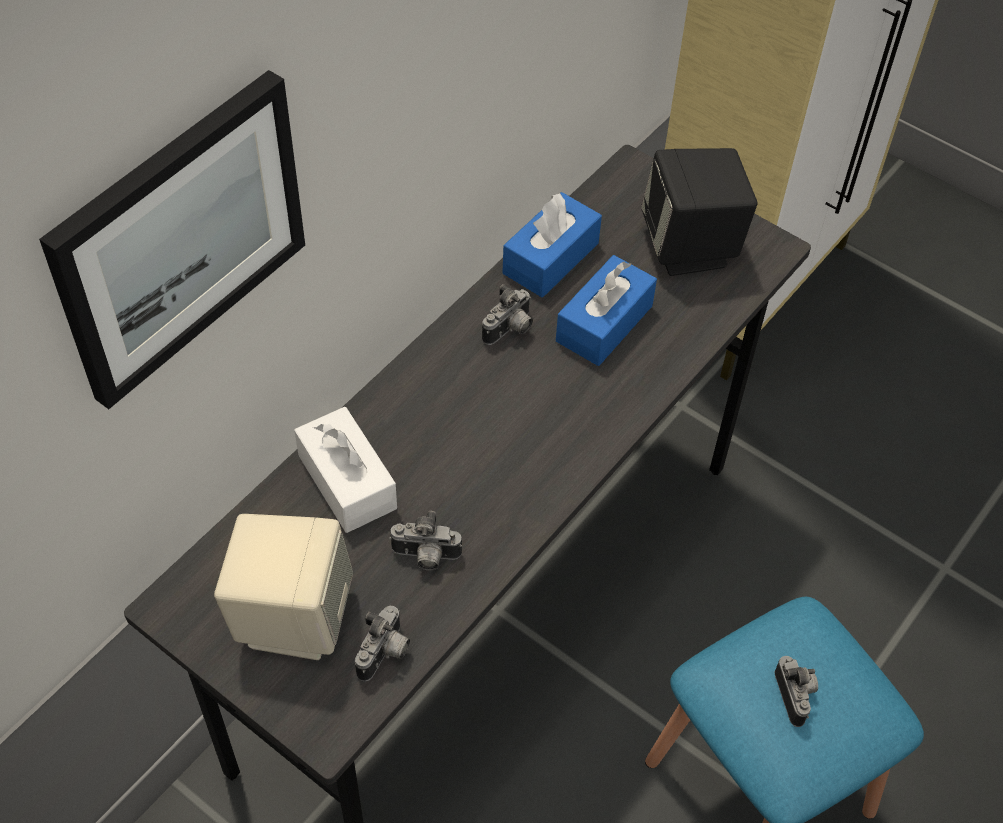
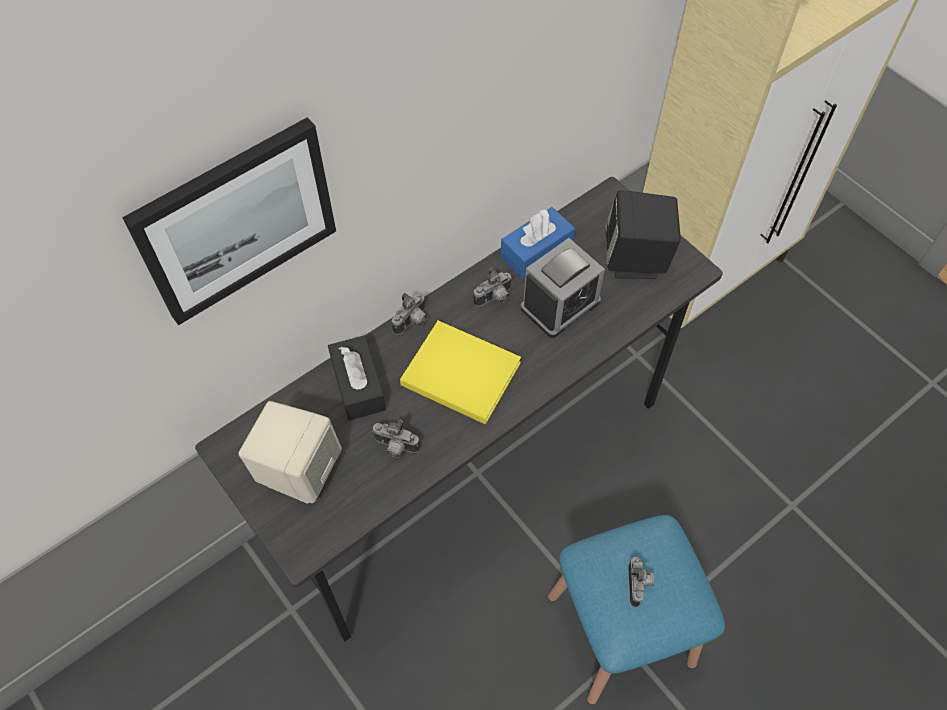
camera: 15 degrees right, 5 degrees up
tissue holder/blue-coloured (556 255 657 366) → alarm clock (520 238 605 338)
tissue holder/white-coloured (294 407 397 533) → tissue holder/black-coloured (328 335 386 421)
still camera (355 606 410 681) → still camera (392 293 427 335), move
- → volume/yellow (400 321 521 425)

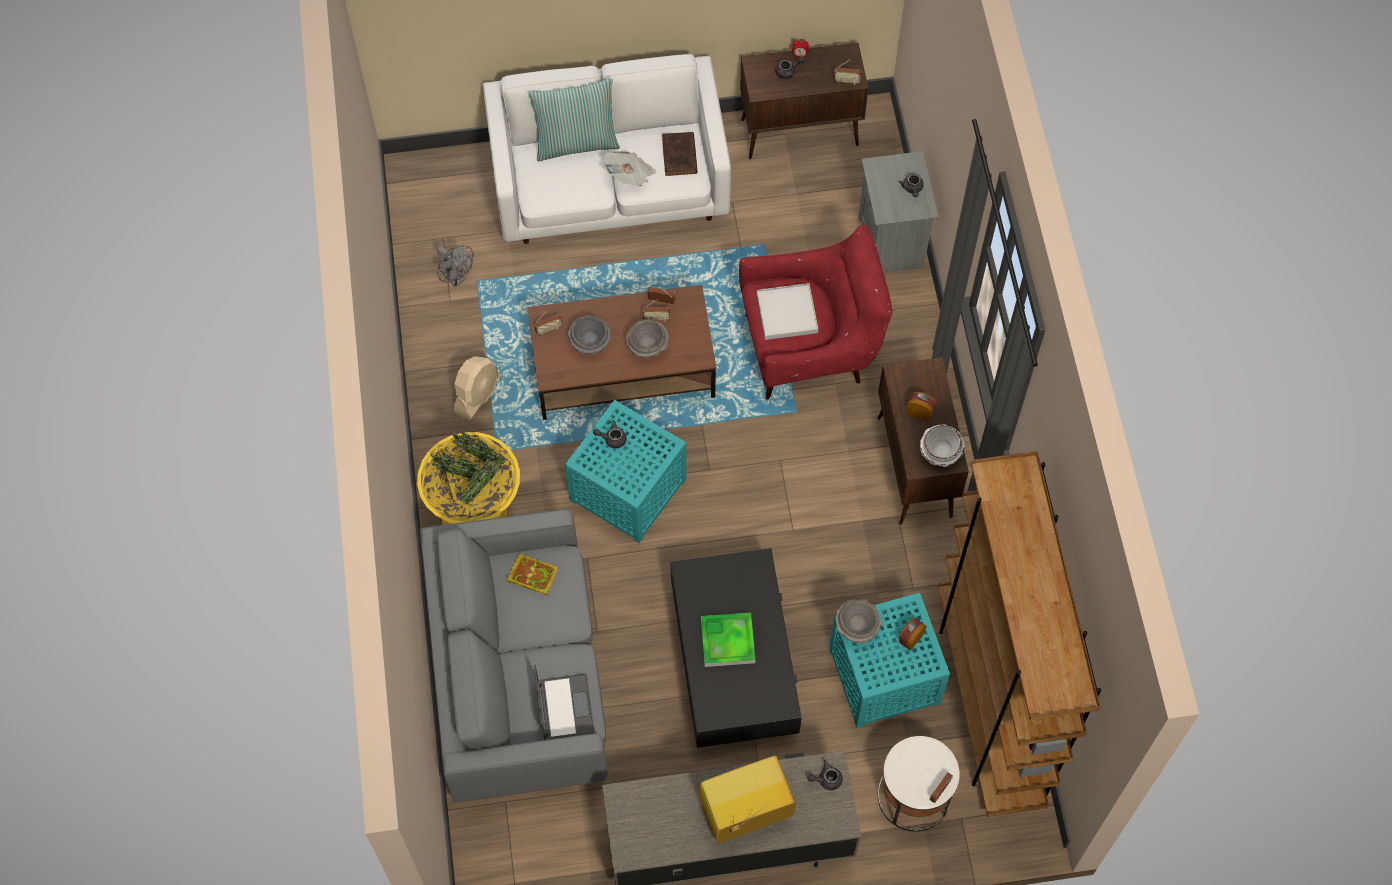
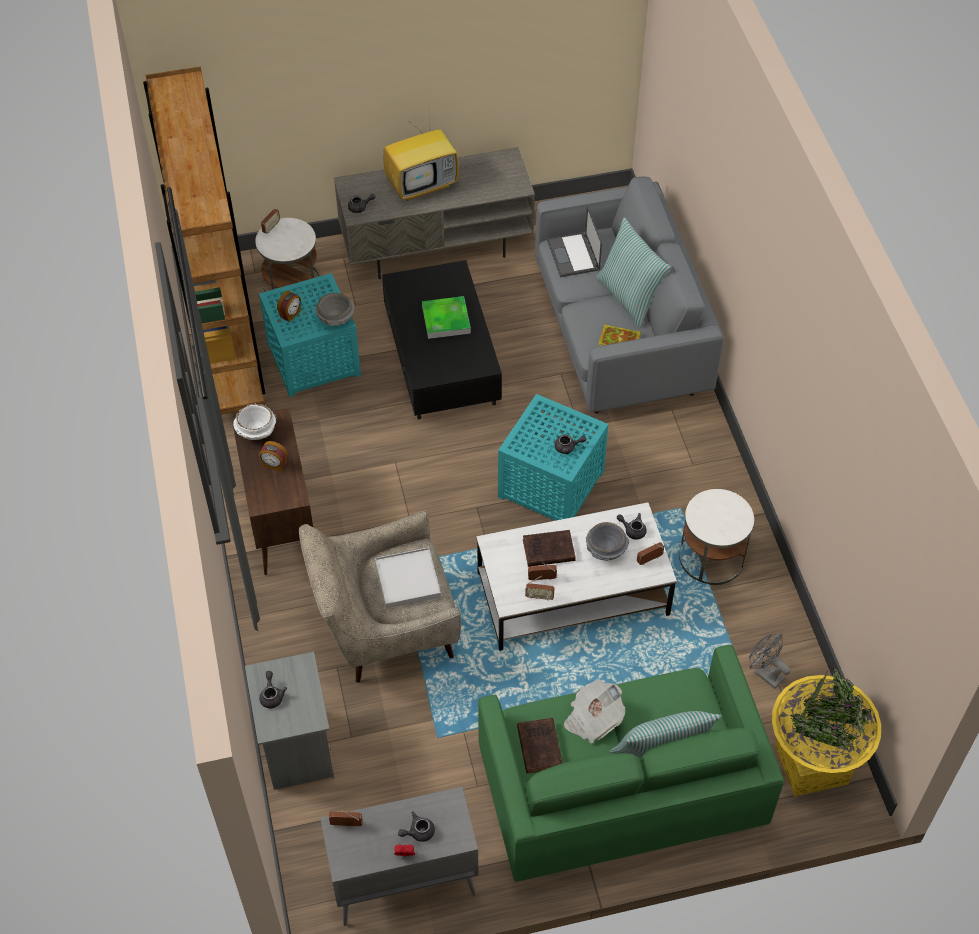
camera: 175 degrees right, 10 degrees down
cabinet/brown (740 43 869 159) → cabinet/grey (320 787 478 926)
settee/white-coloured (483 54 731 244) → settee/greenish (478 645 784 882)
armchair/red-coloured (739 225 893 400) → armchair/beige-coloured (299 511 461 683)
coffee table/brown (527 285 717 420) → coffee table/white-coloured (476 502 677 651)
serving bowl/grey (626 319 669 358) → volume/brown (523 530 576 567)
cooling fan/beige-coloured (454 356 501 421) → end table/white-coloured (679 489 754 585)
flower pot/yellow (417 432 520 525) → flower pot/yellow (772 668 881 797), move
- → throw pillow (596 217 671 328)
- → tea pot/grey (617 513 647 540)

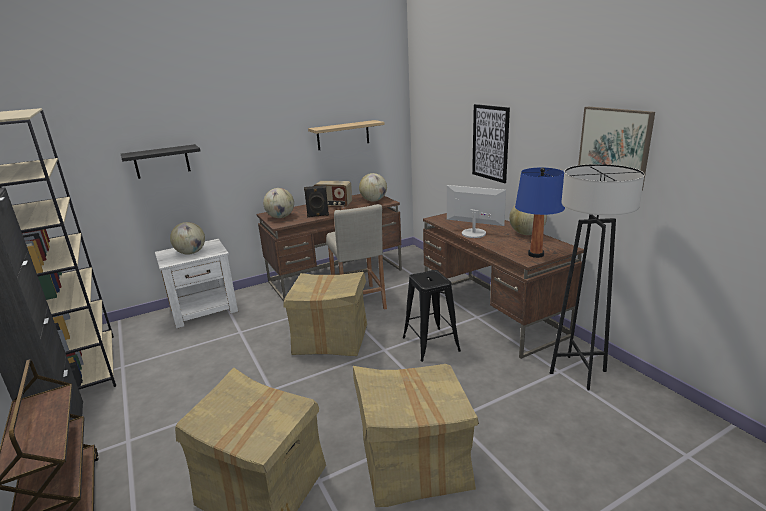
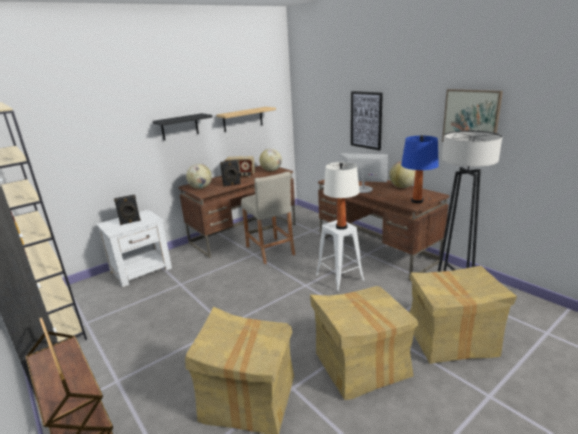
camera: 10 degrees left, 0 degrees up
bracket shelf/black-coloured (121 144 200 179) → bracket shelf/black-coloured (153 113 212 140), move
globe (170 222 205 254) → speaker/black-coloured (114 195 141 225)
stool/black-coloured (403 270 461 362) → stool/white-coloured (316 220 364 291)
packing box (283 272 367 356) → packing box (409 266 517 364), move
- → lamp for a table/white-coloured (323 162 360 230)

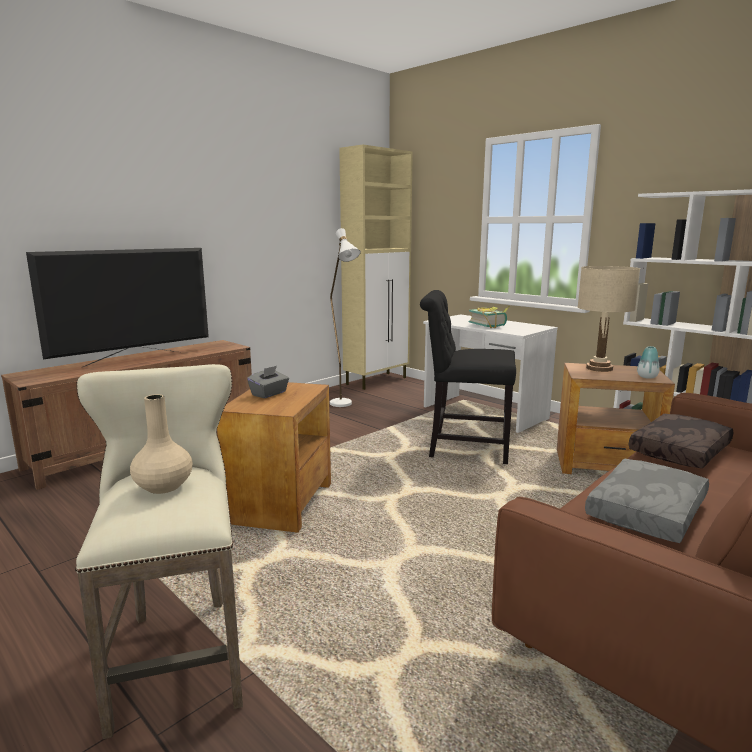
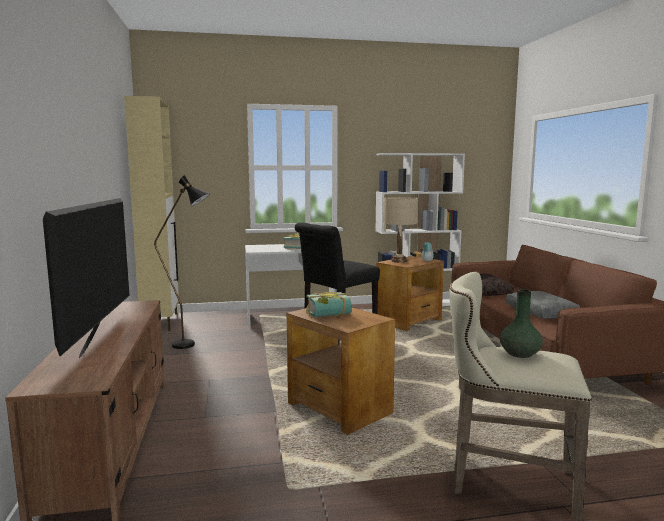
camera: 55 degrees left, 5 degrees down
floor lamp/white-coloured (330 228 361 407) → floor lamp/black-coloured (154 175 210 349)
tissue holder/grey (247 366 289 398) → volume (306 292 352 317)
vase/beige-coloured (130 394 193 494) → vase/greenish (500 289 543 358)

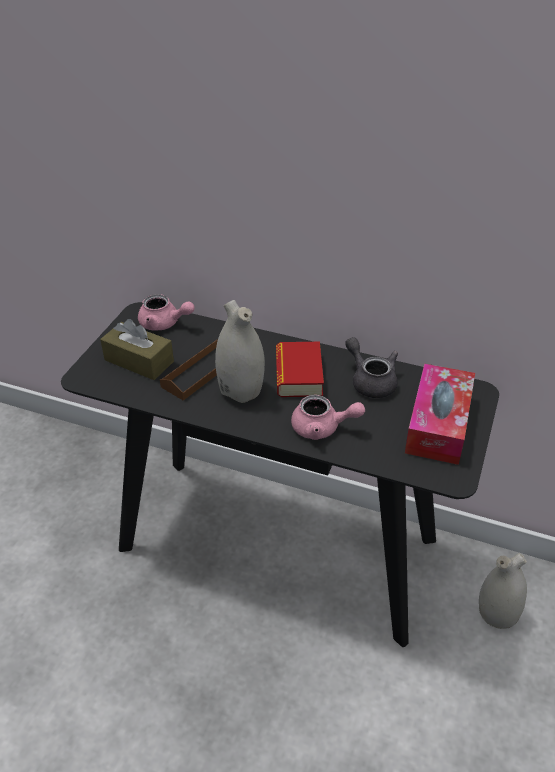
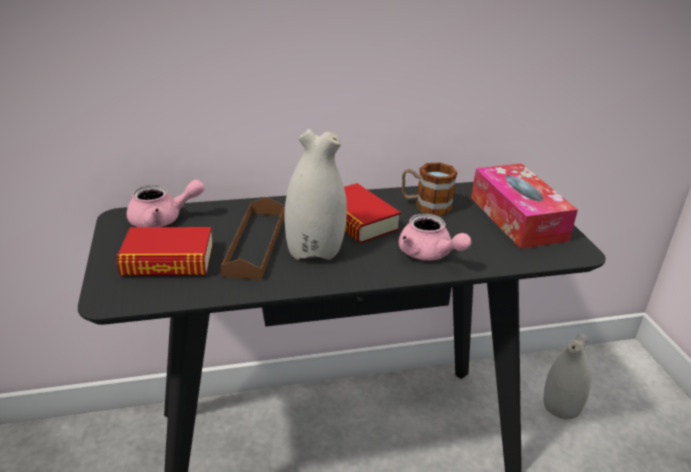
camera: 35 degrees left, 10 degrees down
tissue holder/brown (100 319 174 380) → volume (117 227 213 276)
tea pot/grey (345 337 398 398) → tea mug (402 162 458 215)
tea pot/pink-coloured (291 395 365 440) → tea pot/pink-coloured (399 214 471 261), 75 degrees clockwise

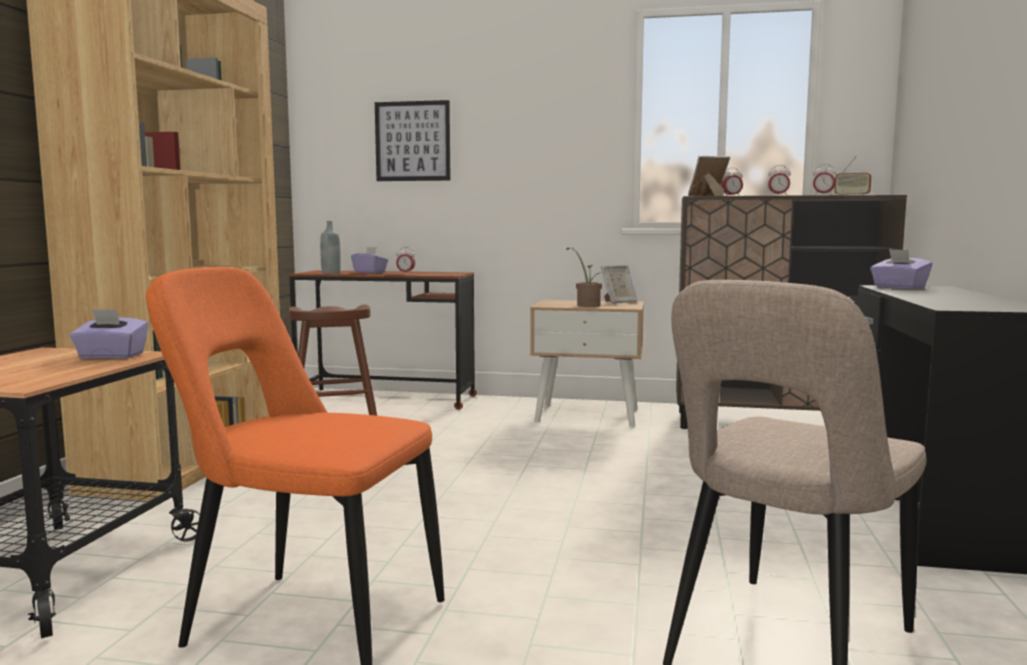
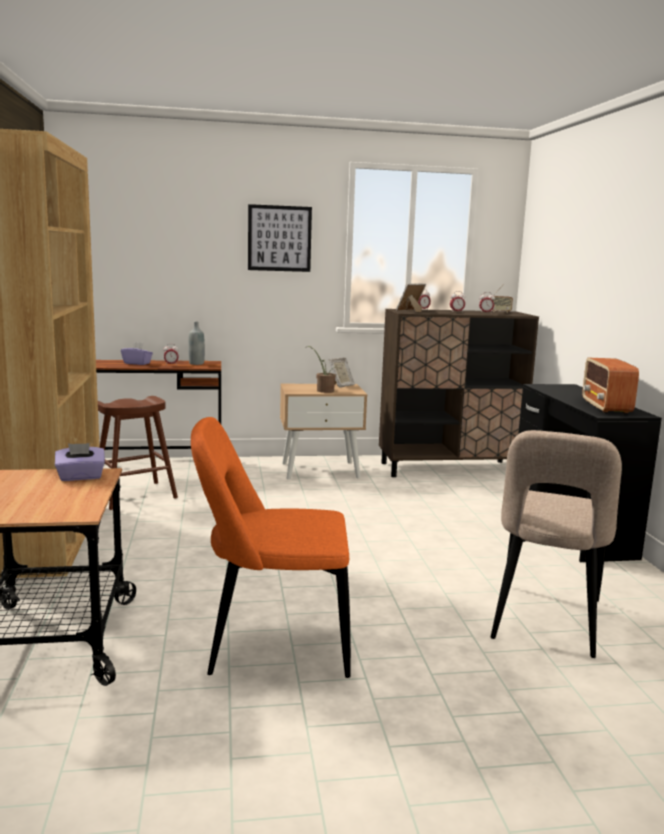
camera: 20 degrees left, 5 degrees up
wall picture (375 100 451 181) → wall picture (248 204 312 272), move
bottle/grey (320 221 341 274) → bottle/grey (188 322 205 365), move
tissue holder/purple (870 249 932 289) → -
- → radio receiver (582 357 639 414)

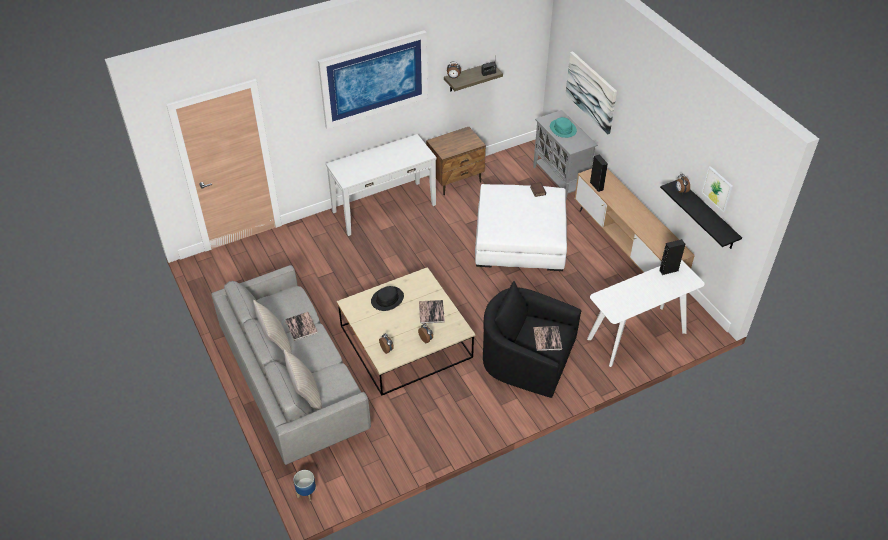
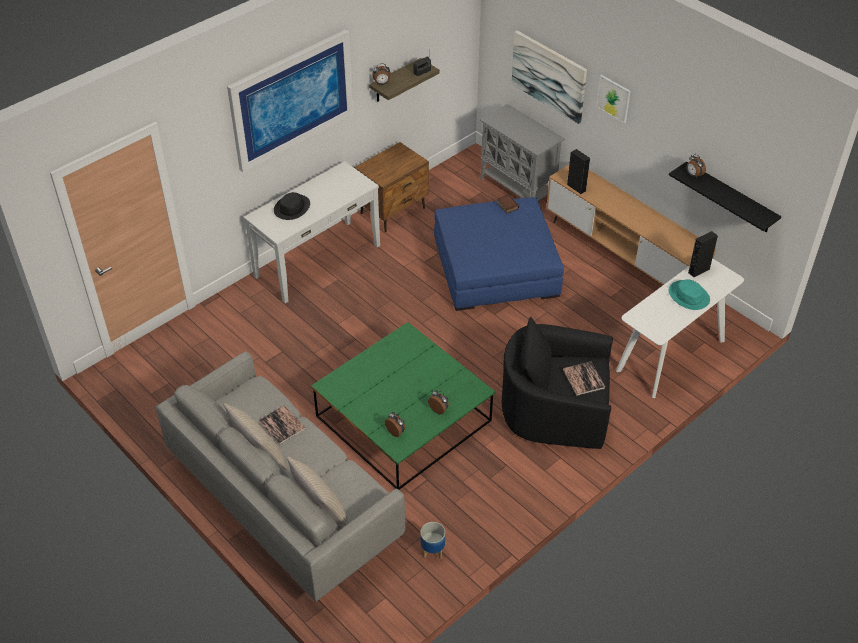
camera: 15 degrees left, 0 degrees up
hat/blue-green (550 117 577 138) → hat/blue-green (669 279 710 310), move
wall picture (702 166 733 213) → wall picture (596 75 631 123), move
pouffe/white-coloured (475 184 567 271) → pouffe/blue-coloured (434 197 564 311)
coffee table/beige-coloured (337 267 475 396) → coffee table/greenish (311 322 495 490)
hat/black-coloured (371 286 404 311) → hat/black-coloured (274 192 310 220), move
volume (419 300 445 324) → -
flower pot (293 470 316 501) → flower pot (420 522 445 559), move

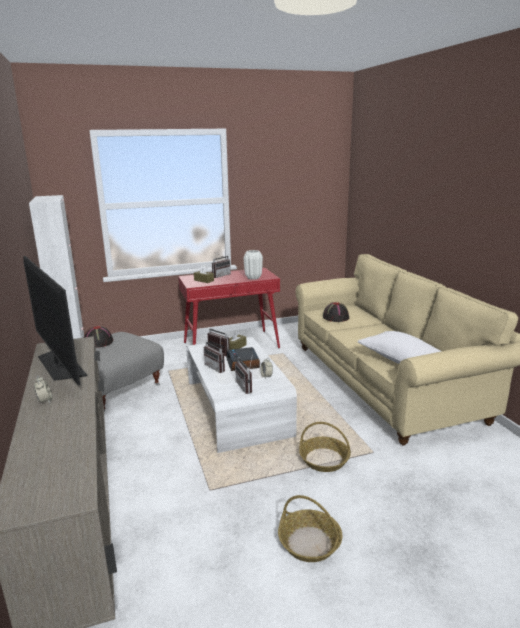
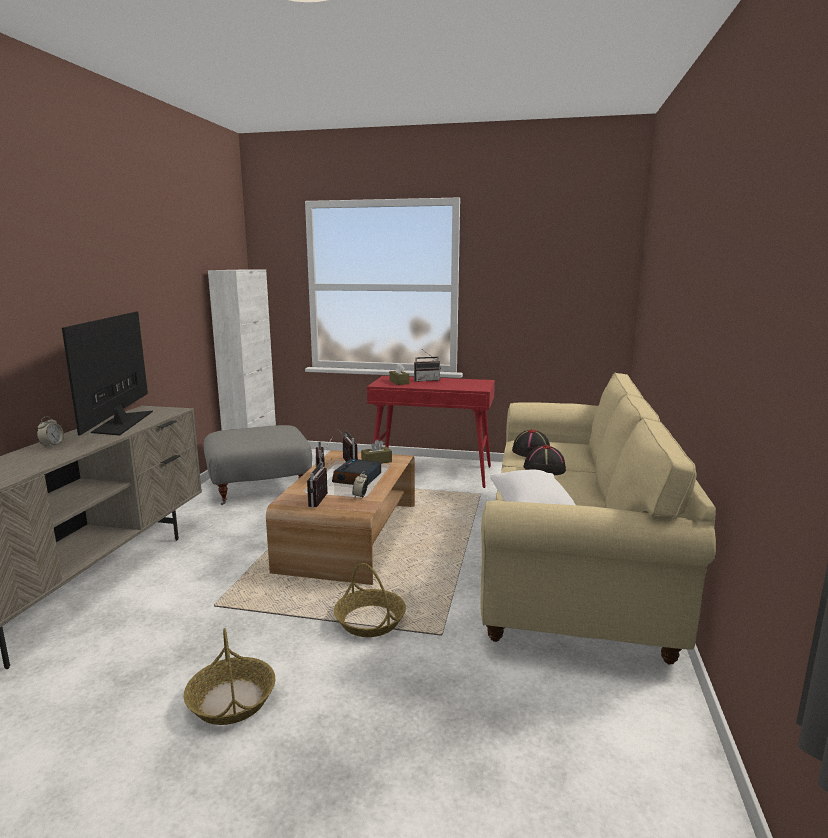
camera: 30 degrees right, 5 degrees down
vase/white-coloured (244 250 263 280) → -
hat/black-coloured (84 326 113 348) → hat/black-coloured (524 445 566 475), move
coffee table/white-coloured (186 337 297 453) → coffee table/brown (266 450 415 585)

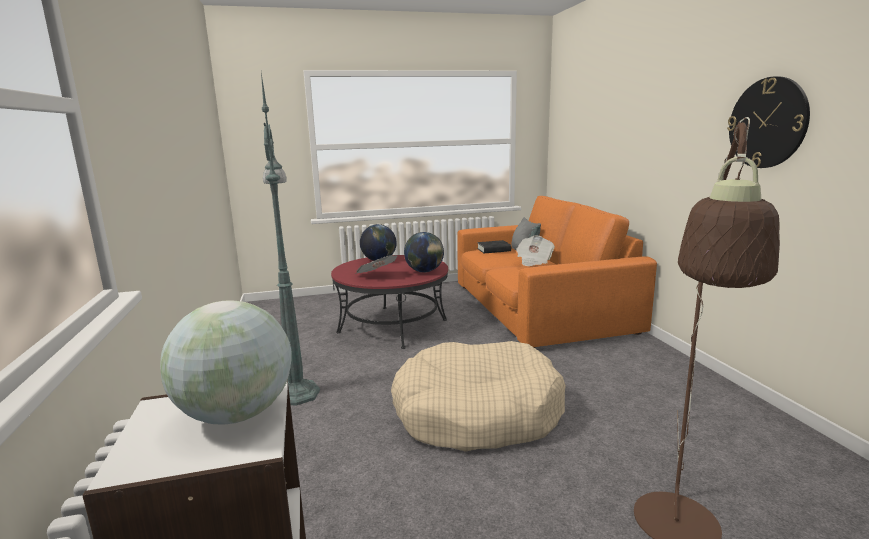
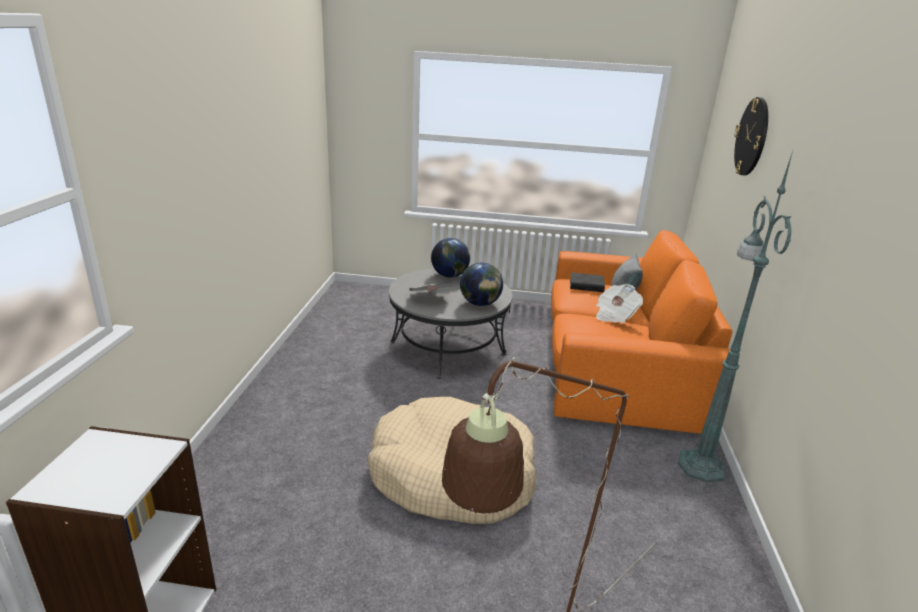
camera: 20 degrees right, 10 degrees up
floor lamp/greenish (261 73 320 405) → floor lamp/greenish (678 151 793 482), move
clock on the wall (727 76 810 168) → clock on the wall (734 97 768 175), move
coffee table/red-coloured (331 255 448 349) → coffee table/grey (389 268 512 379)
globe (160 300 292 425) → -

